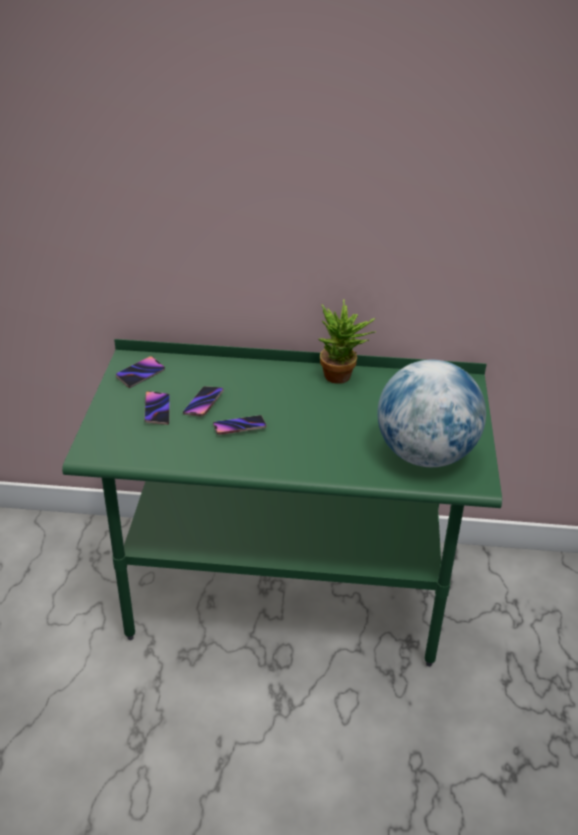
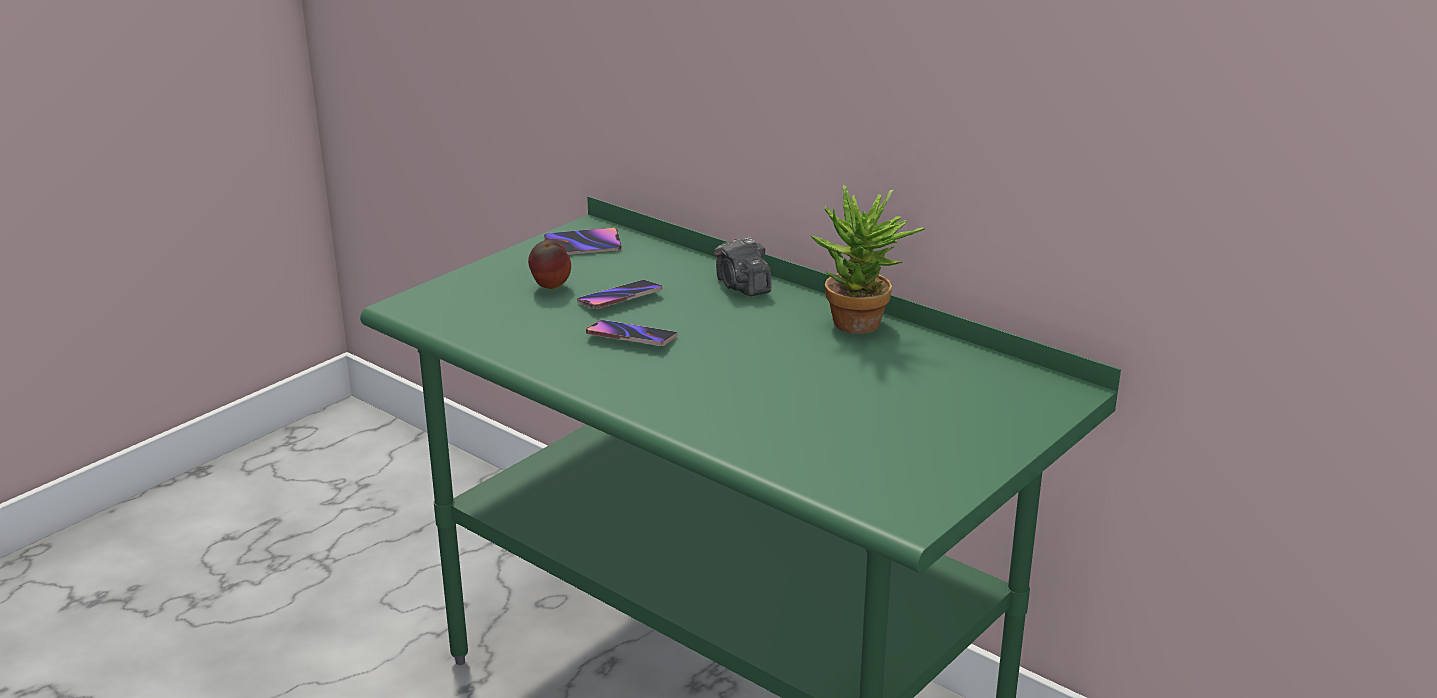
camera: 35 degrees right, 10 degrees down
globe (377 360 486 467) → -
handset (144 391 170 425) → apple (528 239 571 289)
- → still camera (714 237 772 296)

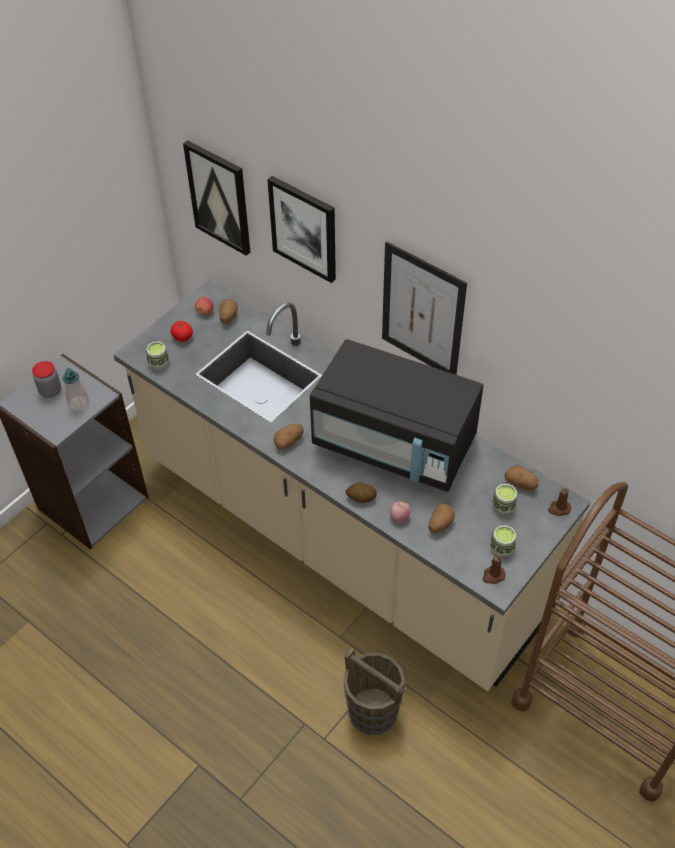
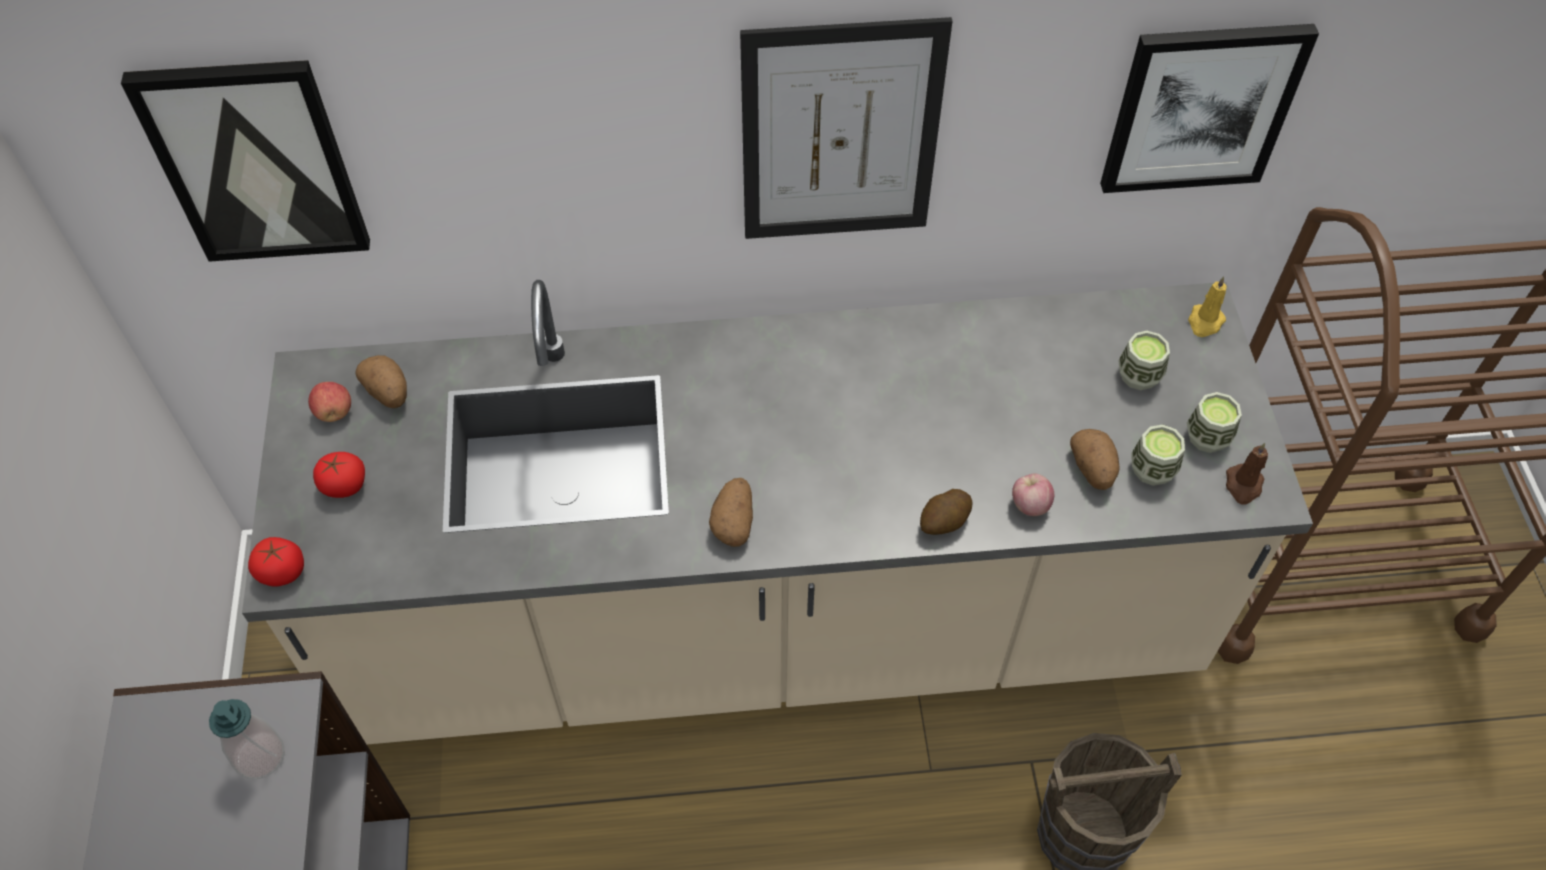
camera: 45 degrees left, 5 degrees up
wall picture (267 176 336 283) → wall picture (1100 24 1319 193), move
microwave/black-coloured (310 339 483 492) → -
small cup (146 342 170 370) → small cup (1131 424 1185 486), move
storage jar (32 361 61 398) → -
spud (505 465 539 490) → -
candle/brown (548 487 571 516) → candle/yellow (1188 276 1227 337)
- → whole tomato (248 537 304 587)

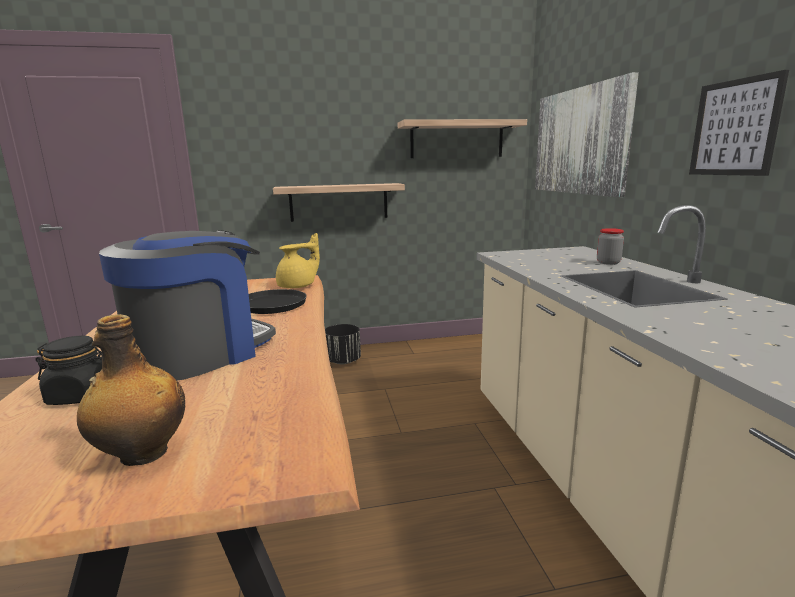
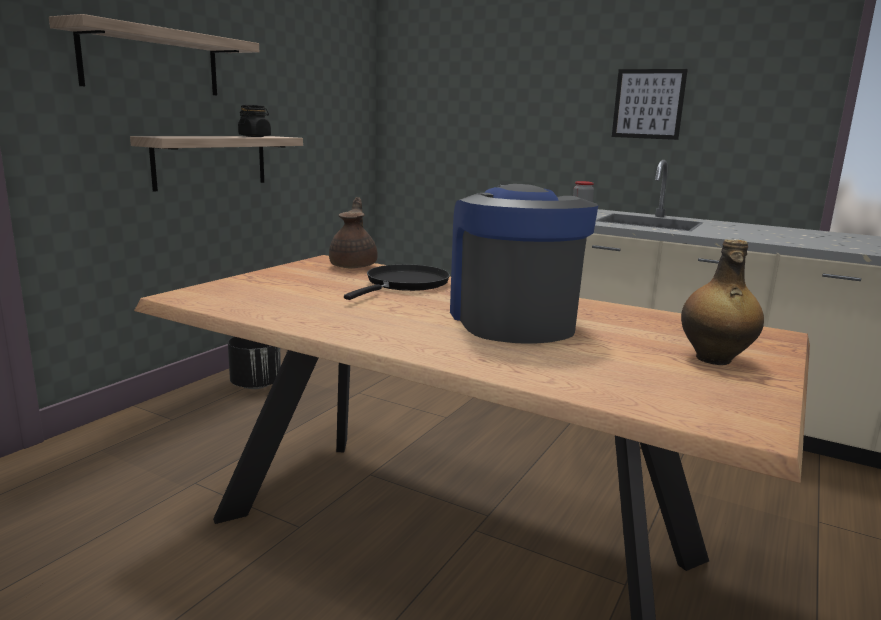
camera: 50 degrees left, 0 degrees up
wall picture (535 72 639 197) → -
bracket shelf (398 119 527 158) → bracket shelf (49 14 259 95), move
tea pot/yellow (276 233 320 288) → tea pot/brown (329 197 378 268)
storage jar/black-coloured (35 335 102 405) → storage jar/black-coloured (238 105 271 137), move

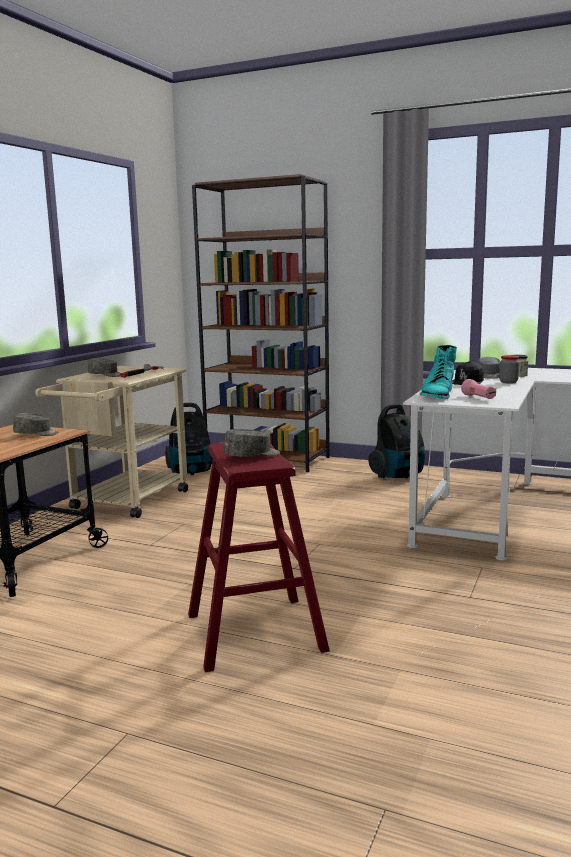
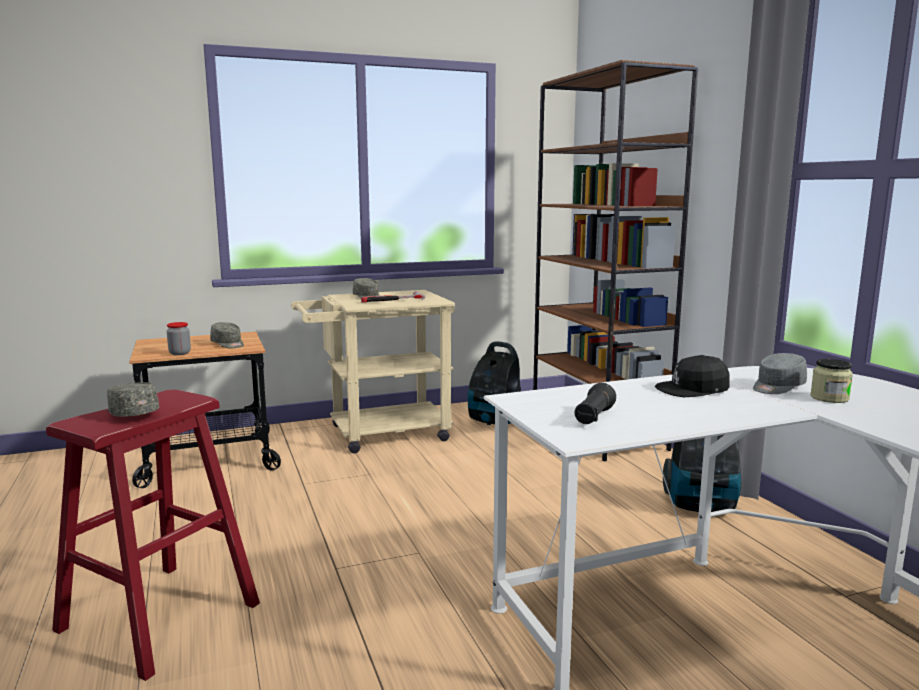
camera: 45 degrees right, 0 degrees up
boot/blue-green (420 345 457 399) → -
storage jar (499 355 519 384) → storage jar (167 322 191 355), move
hand torch/pink-coloured (461 379 496 399) → hand torch/black-coloured (574 383 616 424)
peaked cap/grey (224 429 280 457) → peaked cap/grey (107 382 159 417), 150 degrees counterclockwise

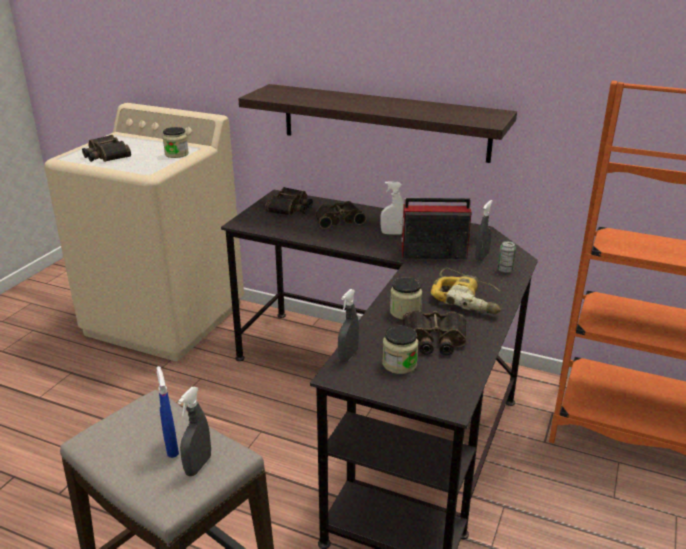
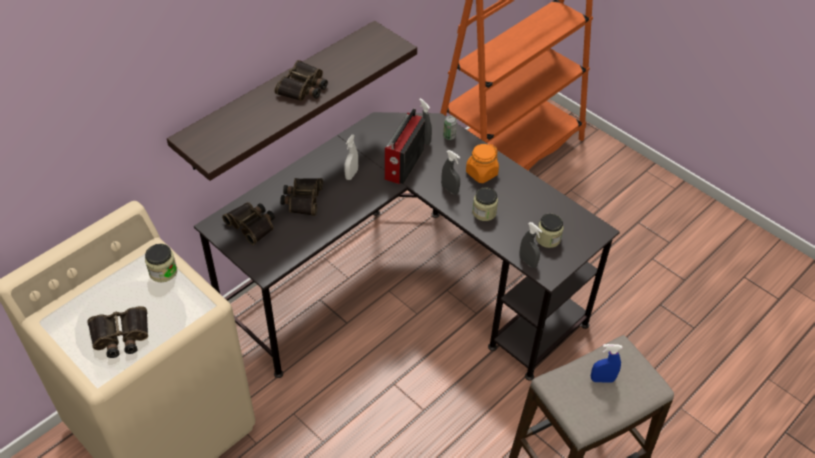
camera: 70 degrees left, 20 degrees up
power drill (431 268 501 314) → storage jar/orange-coloured (466 144 499 183)
binoculars (402 310 466 355) → binoculars (274 60 328 101), move
hand sprayer/grey (178 387 211 476) → hand sprayer/grey (441 150 460 194), move

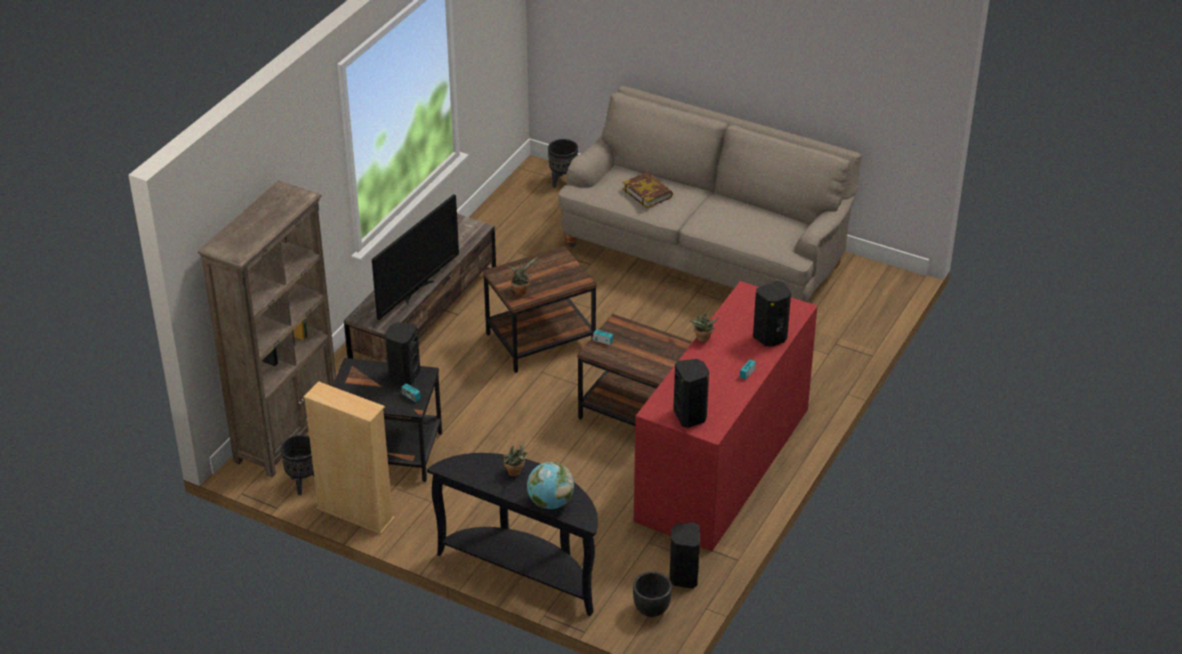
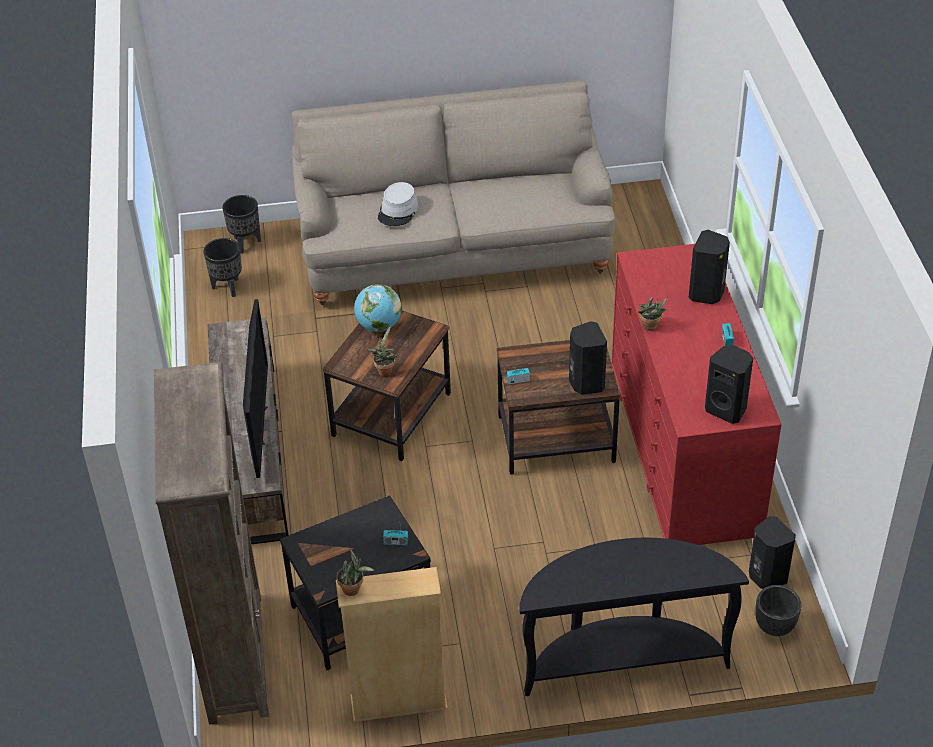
camera: 35 degrees left, 5 degrees up
volume (622 172 673 208) → hat/grey (378 182 419 226)
speaker/black-coloured (385 322 420 386) → speaker/black-coloured (569 321 607 395), move
flower pot/black-coloured (280 435 314 495) → flower pot/black-coloured (203 238 242 297), move
potted plant (503 441 528 477) → potted plant (337 548 374 596), move
globe (527 462 574 509) → globe (354 284 402 332), move

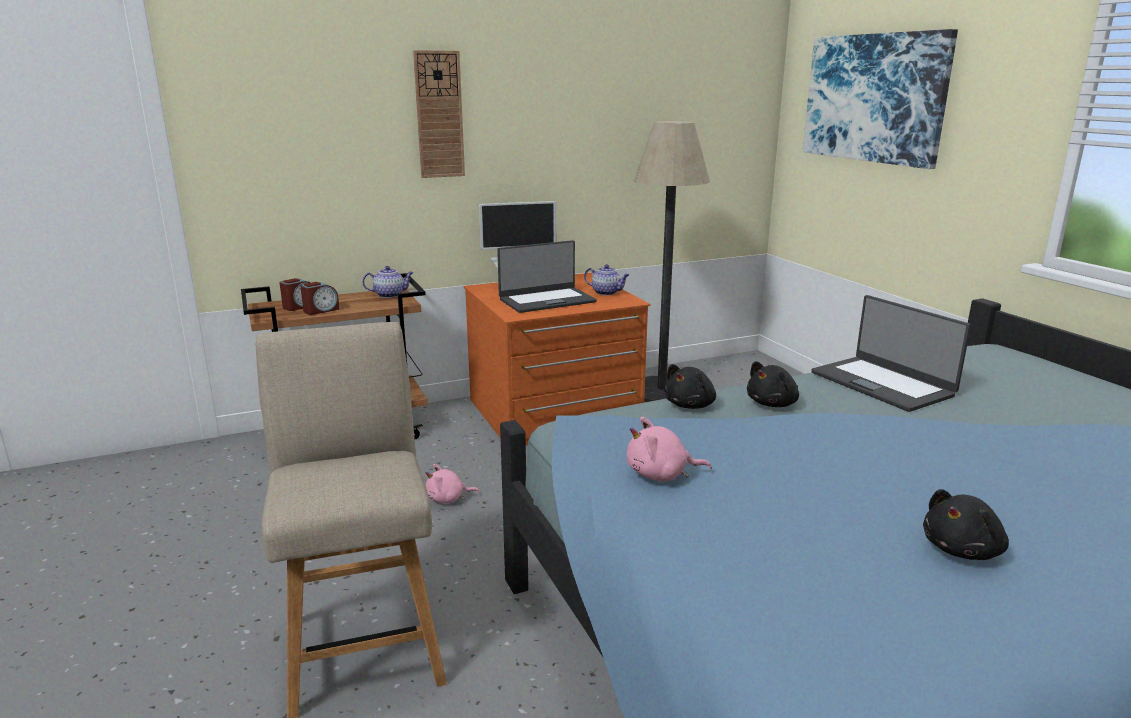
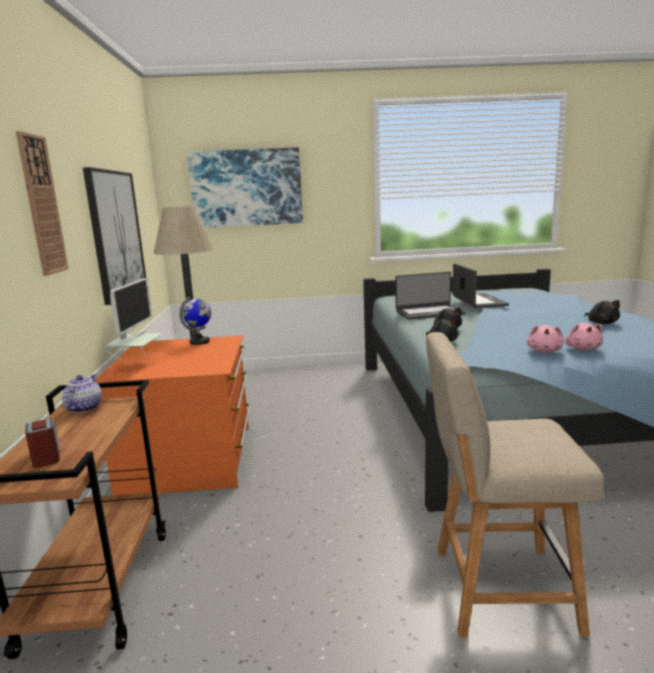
camera: 70 degrees left, 5 degrees down
notebook computer (497 240 597 313) → notebook computer (452 263 509 308), move
tea pot (584 265 629 295) → globe (179 296 211 345)
alarm clock (300 282 340 315) → -
plush toy/pink-coloured (426 464 480 504) → plush toy/pink-coloured (565 323 603 350), move
- → wall picture (83 167 146 305)

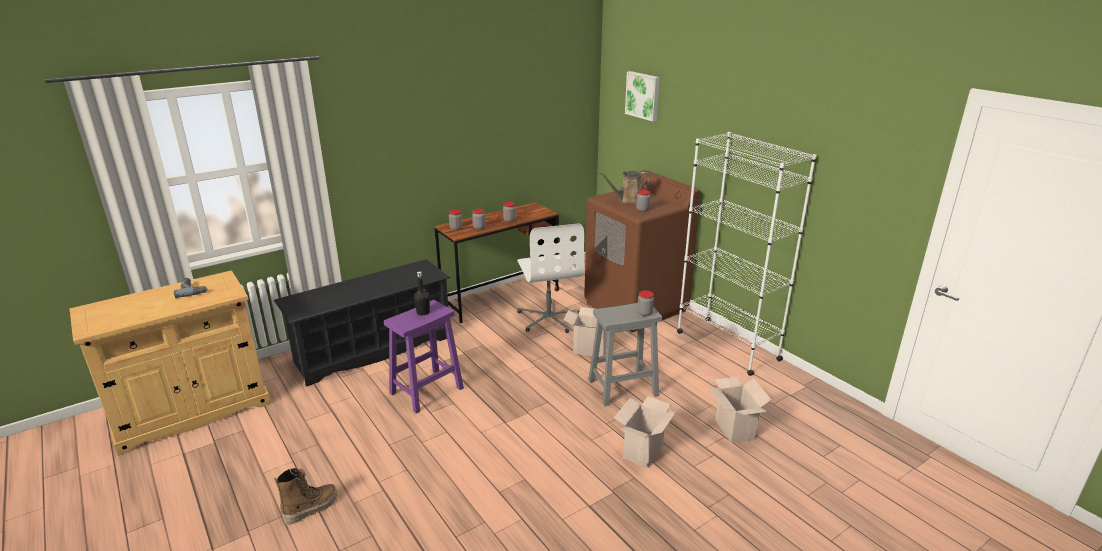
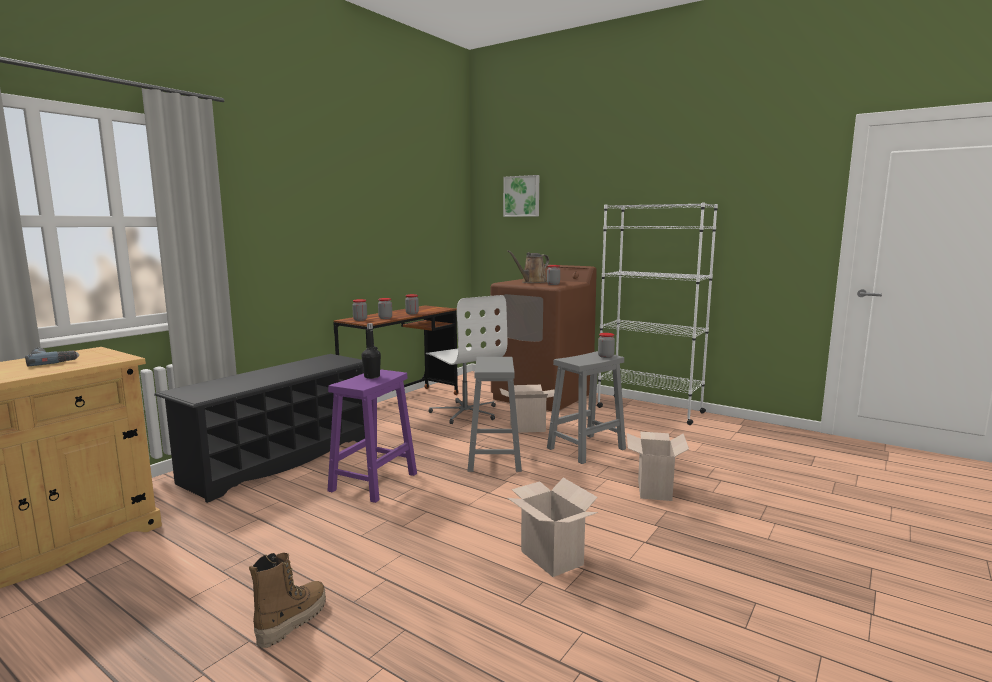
camera: 20 degrees left, 15 degrees down
packing box (709 377 771 443) → packing box (508 478 598 577), move
- → stool/grey (468 357 522 472)

